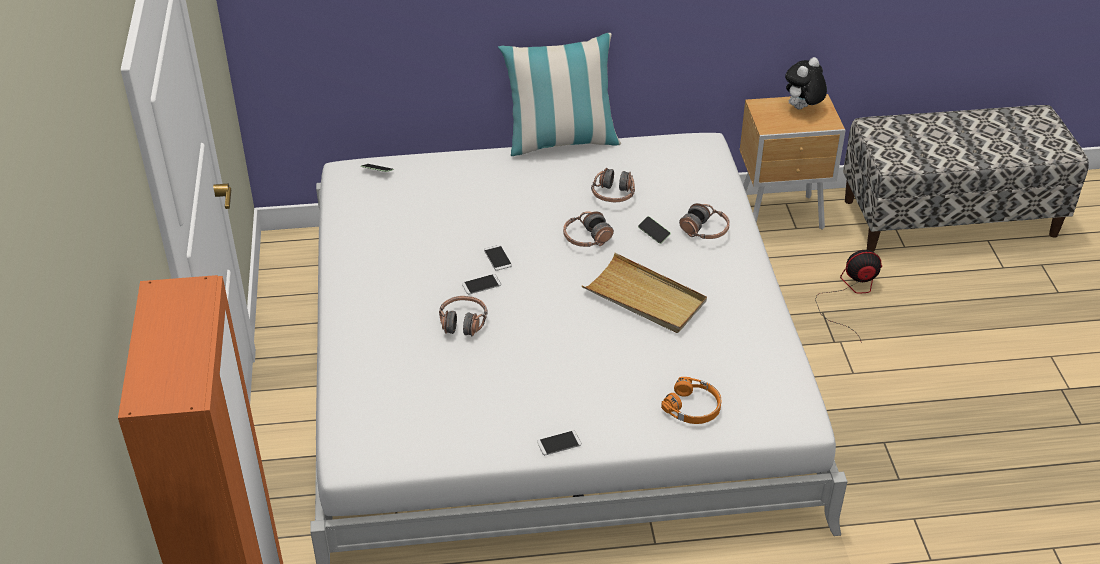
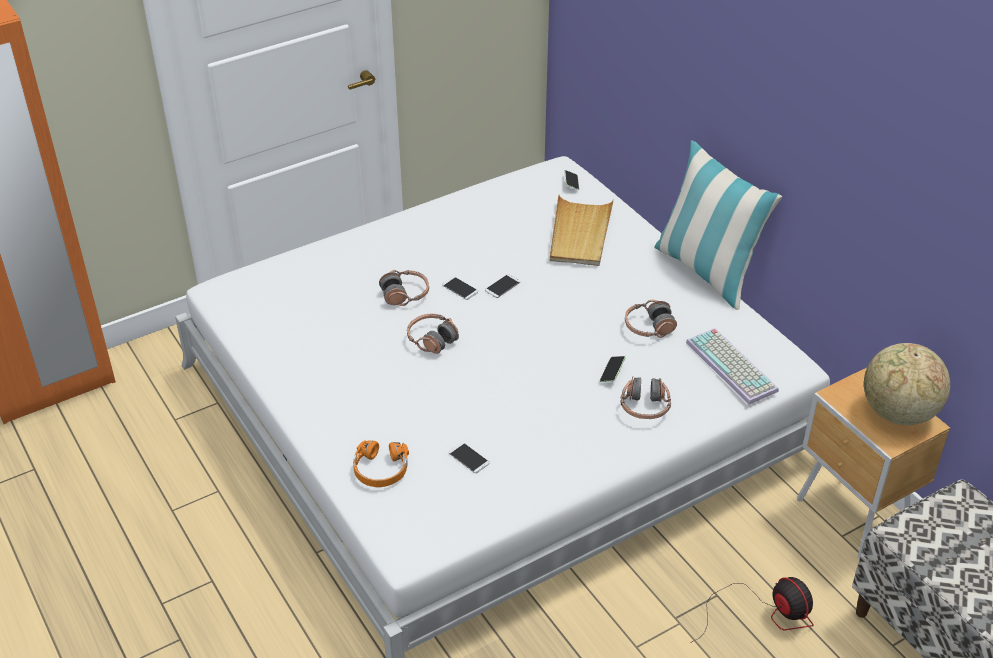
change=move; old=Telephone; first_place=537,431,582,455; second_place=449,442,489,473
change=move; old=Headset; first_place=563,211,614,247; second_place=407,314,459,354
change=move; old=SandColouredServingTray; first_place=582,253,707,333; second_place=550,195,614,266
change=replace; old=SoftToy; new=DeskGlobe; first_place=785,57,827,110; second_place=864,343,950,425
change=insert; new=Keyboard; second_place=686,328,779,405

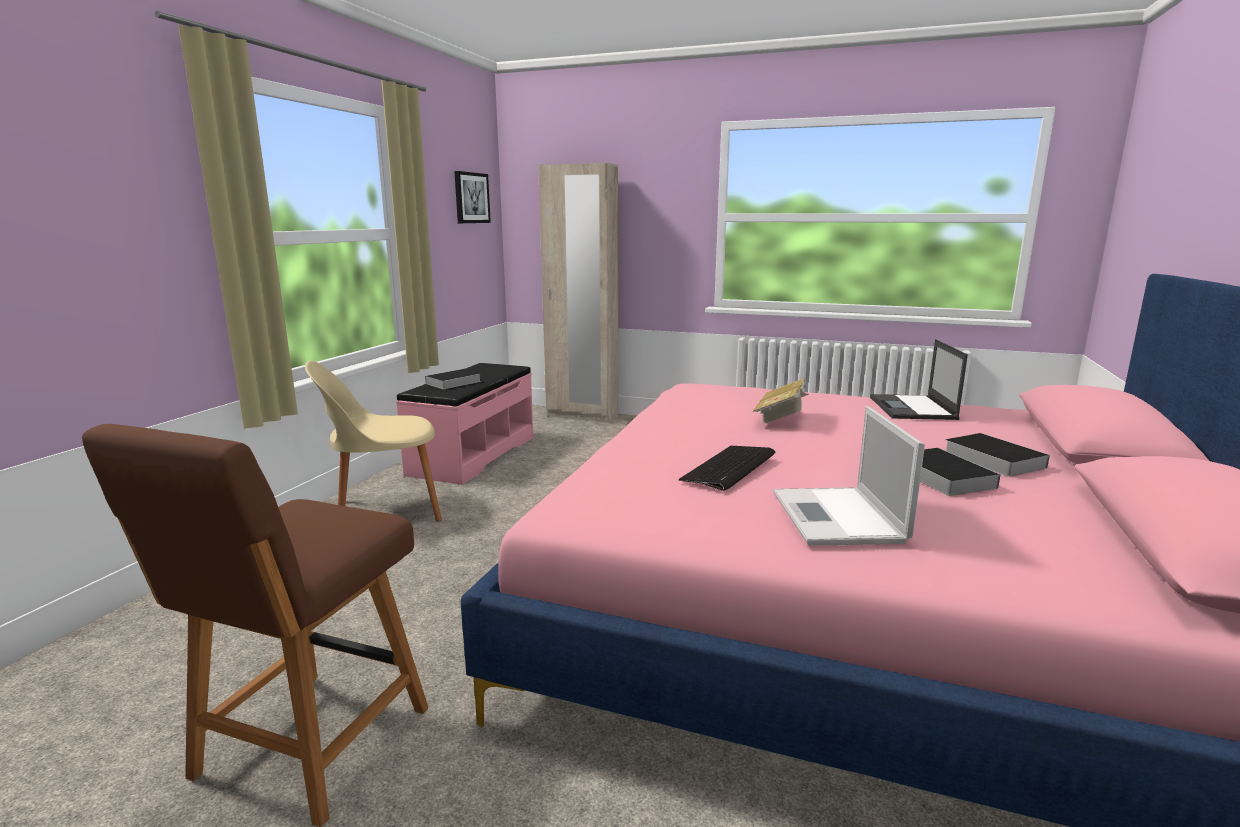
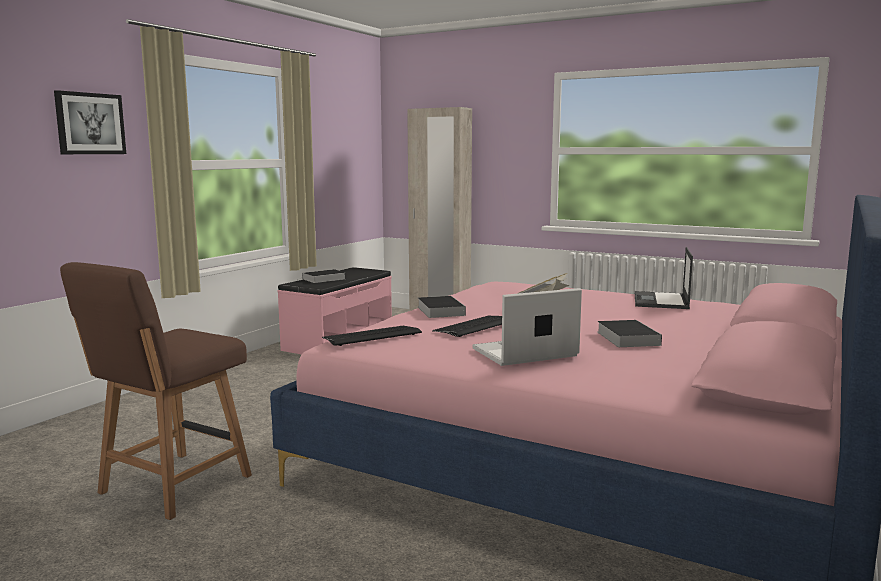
change=delete; old=SandColouredPlainChair; first_place=305,361,442,521
change=move; old=Picture; first_place=454,171,491,223; second_place=54,90,126,154
change=rotate; old=Laptop; first_place=773,406,925,546; second_place=472,288,582,366; degrees=60
change=move; old=BoundBook; first_place=945,433,1050,477; second_place=418,296,466,318
change=insert; new=Keyboard; second_place=322,326,422,346

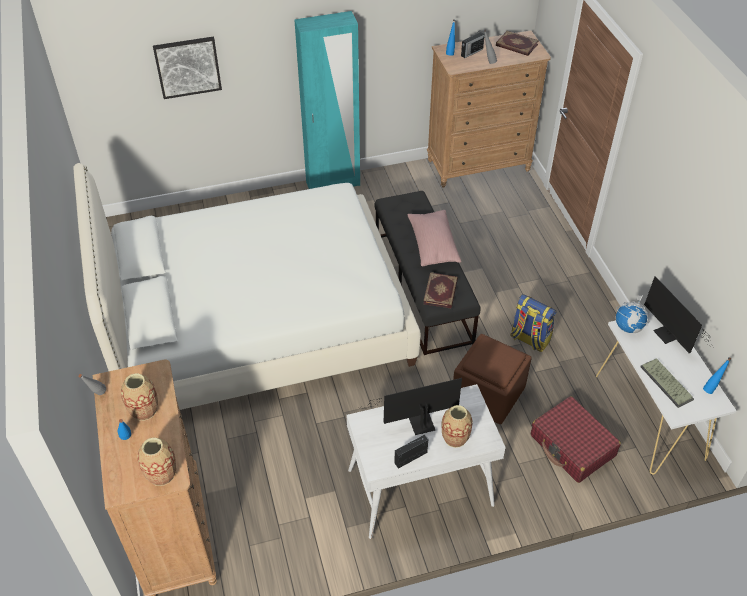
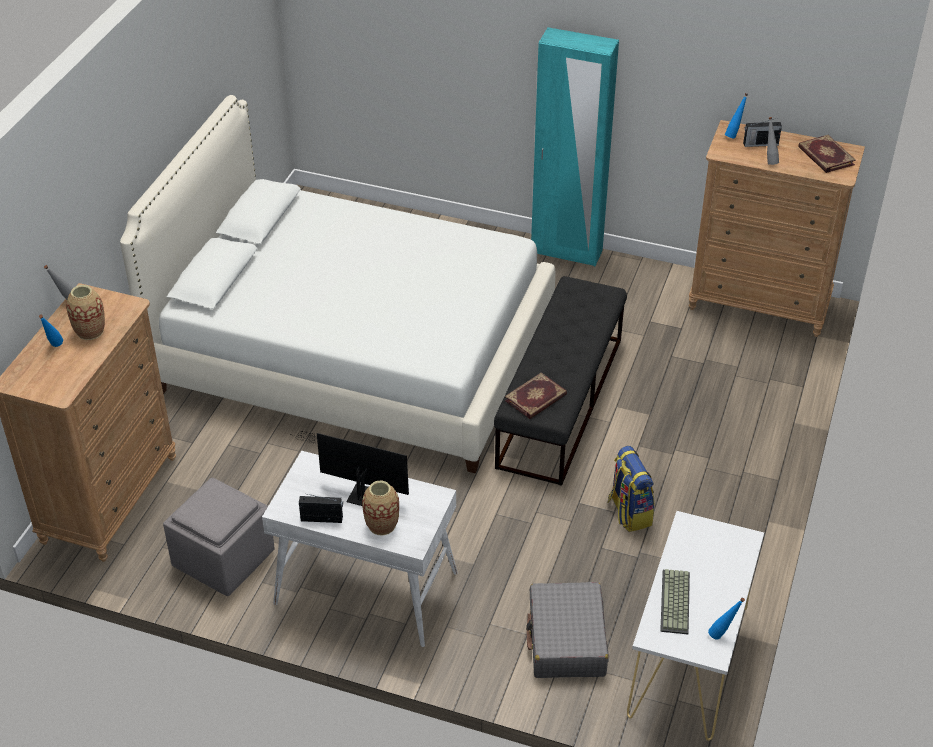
change=delete; old=FlowerVase; first_place=137,438,176,486
change=delete; old=Picture; first_place=153,36,222,99
change=delete; old=PinkCushion; first_place=407,210,461,266
change=delete; old=BrownFootrest; first_place=453,334,532,424
change=recolor; old=ReddishTravelCase; new=GrayTravelCase; first_place=531,396,621,483; second_place=526,582,609,678
change=delete; old=DeskGlobe; first_place=616,295,649,333
change=delete; old=ComputerDisplay; first_place=644,276,715,353
change=insert; new=GrayFootrest; second_place=163,478,275,596

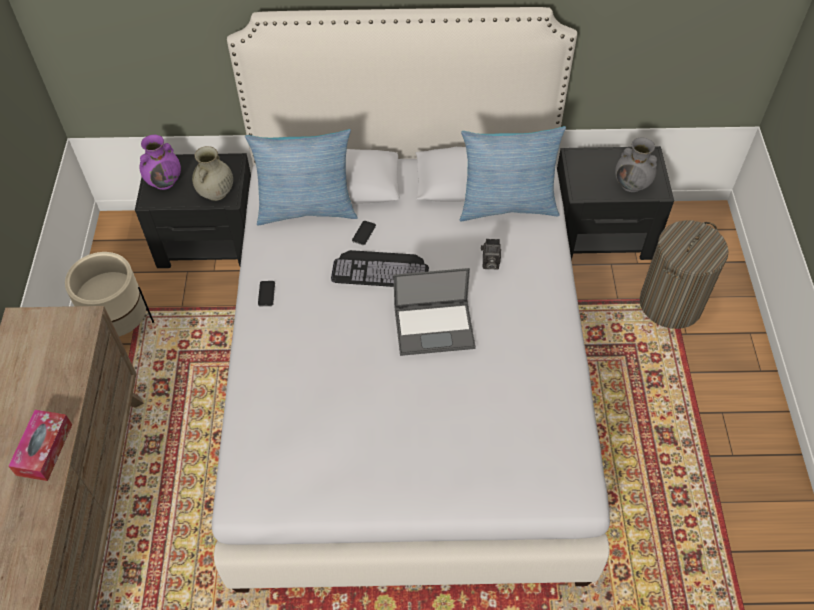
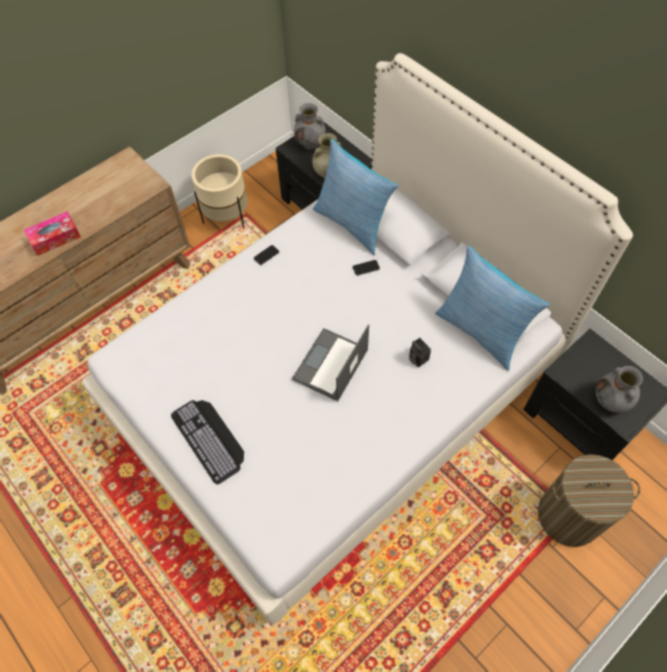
change=recolor; old=PurplishFlowerVase; new=GrayFlowerVase; first_place=140,135,181,190; second_place=294,103,326,149
change=move; old=Keyboard; first_place=331,250,429,287; second_place=171,400,244,484
change=rotate; old=Laptop; first_place=393,268,476,356; second_place=292,324,369,401; degrees=75

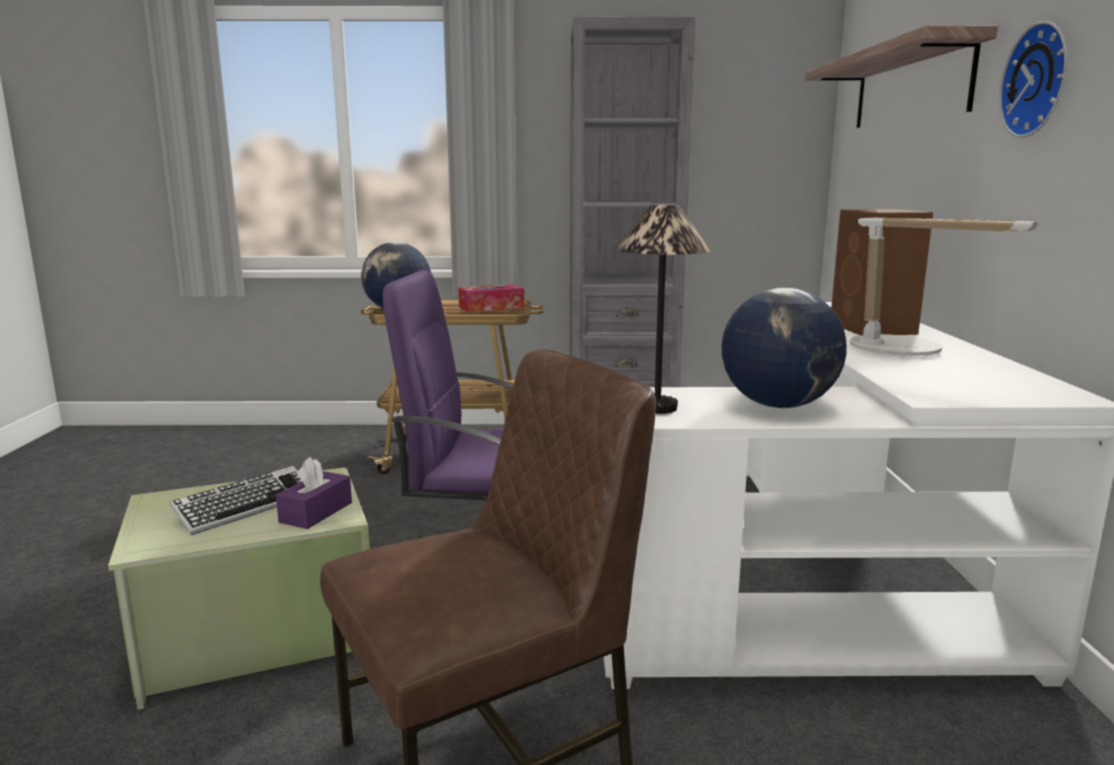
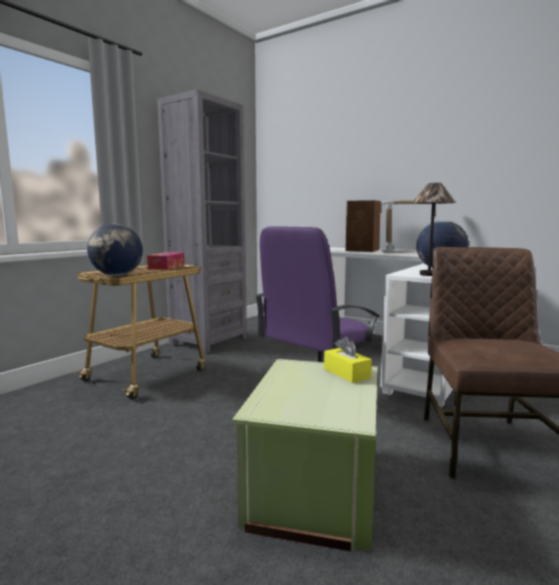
change=delete; old=Keyboard; first_place=170,466,302,535
change=recolor; old=PurplishTissueBox; new=YellowishTissueBox; first_place=276,457,352,529; second_place=324,337,372,383
change=delete; old=Shelf; first_place=805,25,998,128
change=delete; old=WallClock; first_place=999,21,1068,138

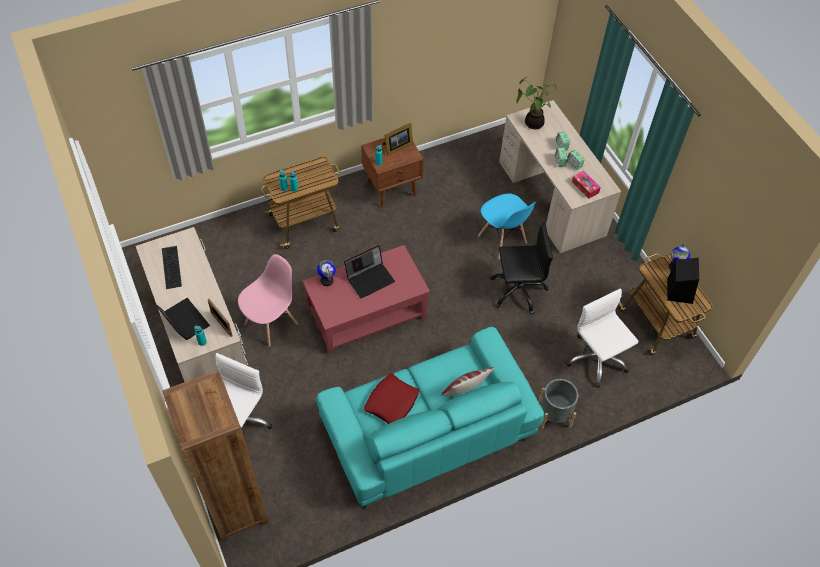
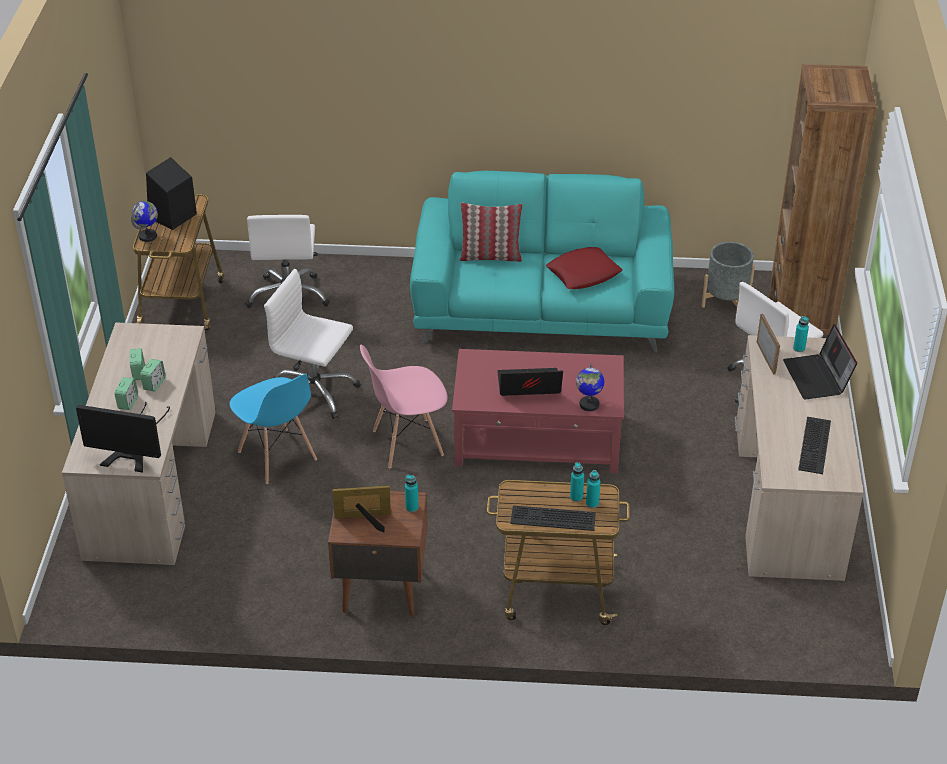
change=move; old=PinkPlainChair; first_place=238,254,298,347; second_place=360,345,448,469
change=rotate; old=BlueColouredPlainChair; first_place=478,194,537,259; second_place=229,374,317,484; degrees=150
change=recolor; old=BlackOfficeChair; new=WhiteColouredOfficeChair; first_place=490,223,553,315; second_place=264,269,361,419
change=replace; old=PottedPlant; new=ComputerDisplay; first_place=516,77,558,129; second_place=76,402,170,473
change=move; old=GrayPlanter; first_place=538,379,578,429; second_place=702,242,755,312
change=delete; old=TissueBox; first_place=572,171,601,199
change=insert; new=Keyboard; second_place=510,505,596,531

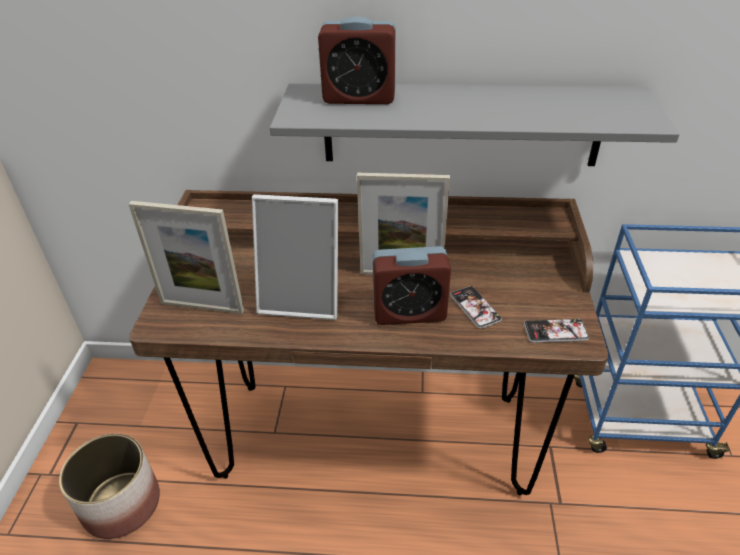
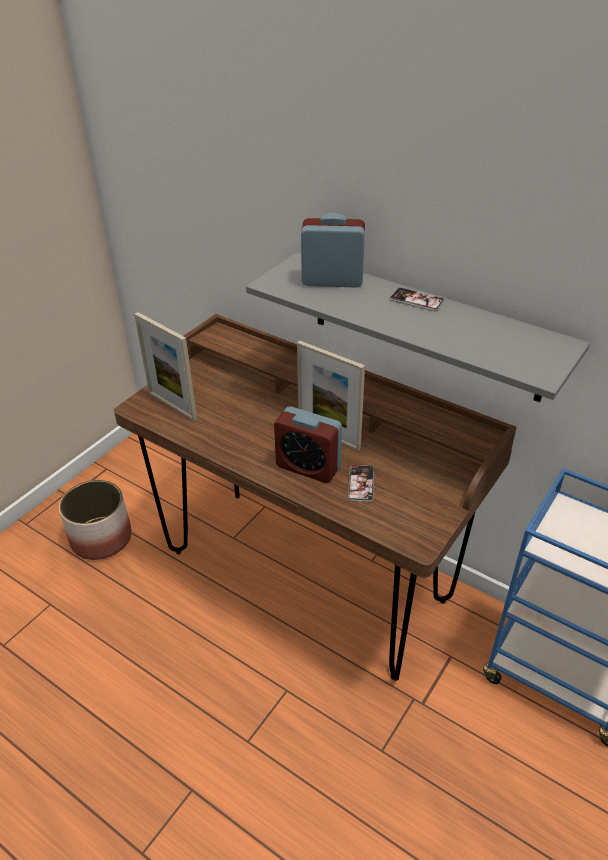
change=delete; old=StandingFrame; first_place=252,194,338,320
change=rotate; old=AlarmClock; first_place=318,16,396,104; second_place=301,213,365,288; degrees=150
change=move; old=Telephone; first_place=524,318,589,343; second_place=390,287,444,311

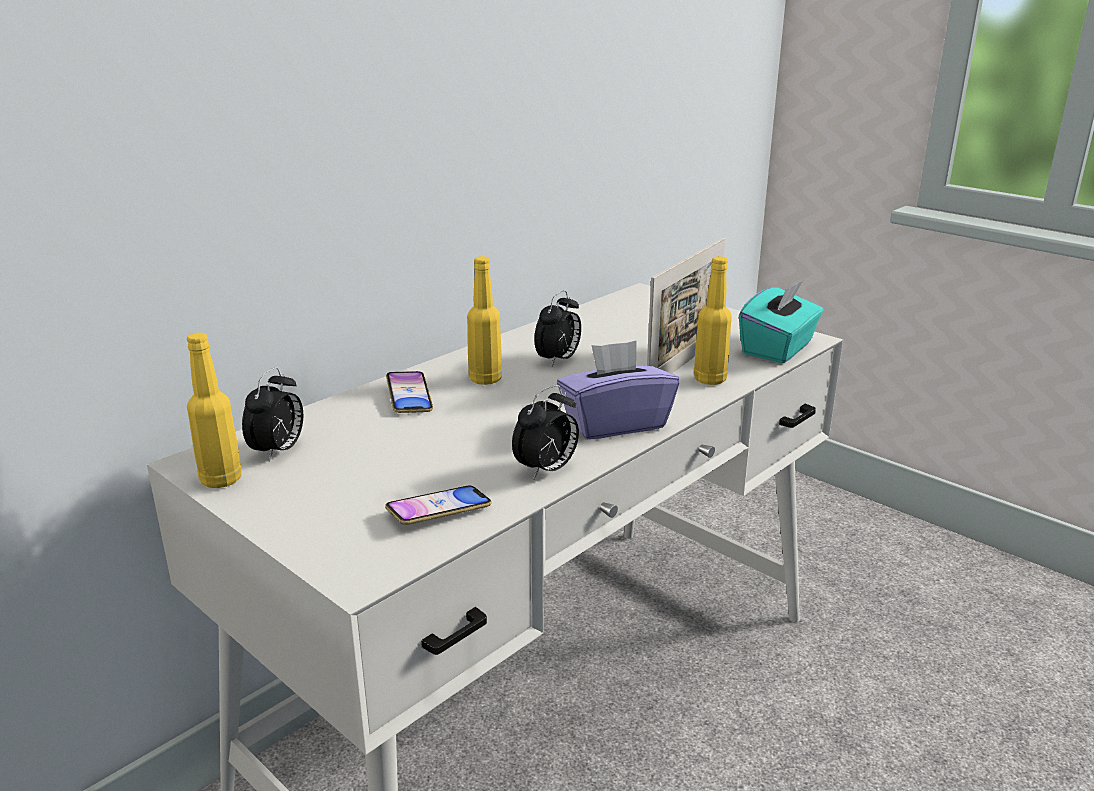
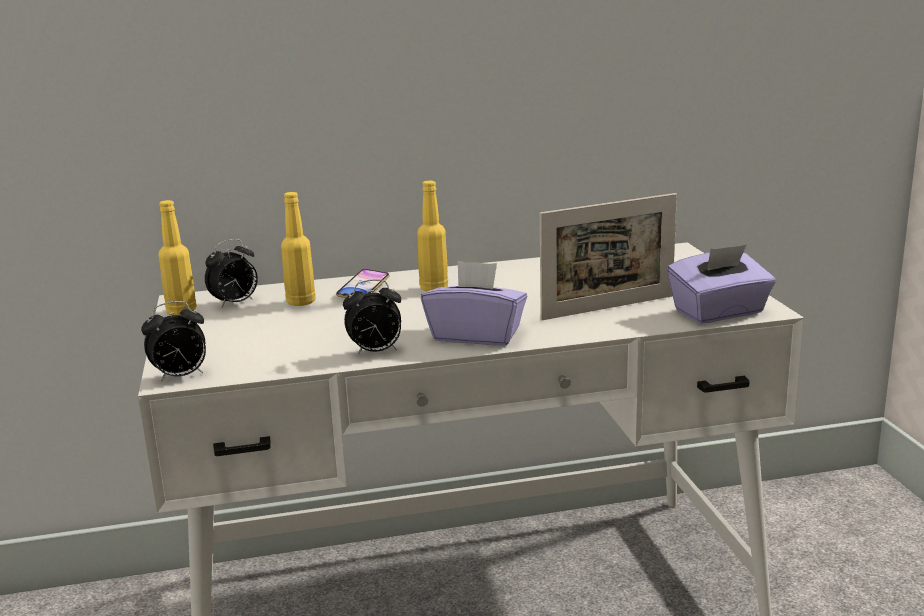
change=delete; old=Telephone; first_place=385,486,492,525
change=move; old=AlarmClock; first_place=534,290,581,366; second_place=141,301,206,382
change=move; old=YellowishBeverageBottle; first_place=693,256,732,385; second_place=281,192,316,306
change=recolor; old=BlueGreenTissueBox; new=PurplishTissueBox; first_place=739,280,823,363; second_place=667,245,776,324

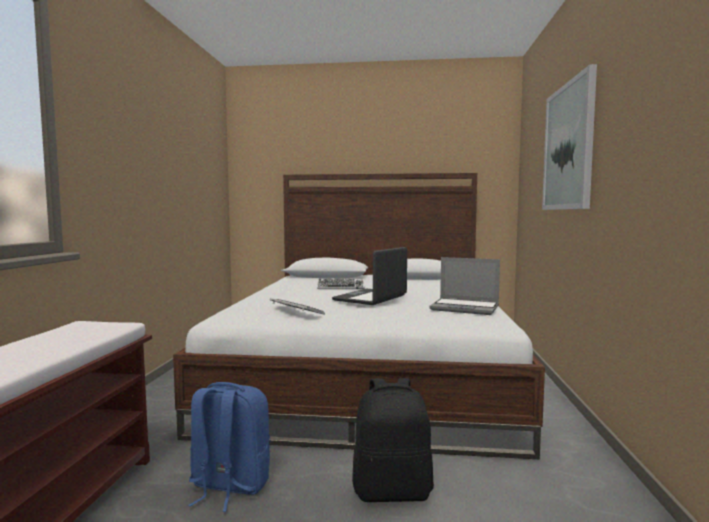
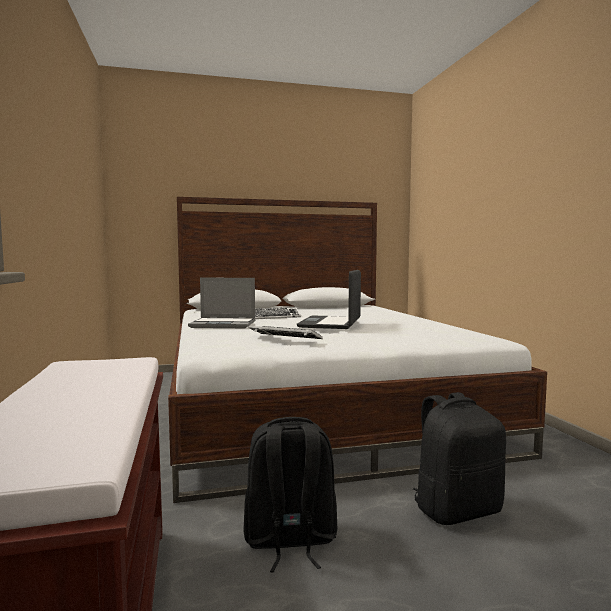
change=recolor; old=BlueColouredBackpack; new=BlackBackpack; first_place=188,382,270,512; second_place=243,417,337,573
change=move; old=Laptop; first_place=430,257,500,315; second_place=188,278,255,328
change=delete; old=Picture; first_place=542,64,597,210

